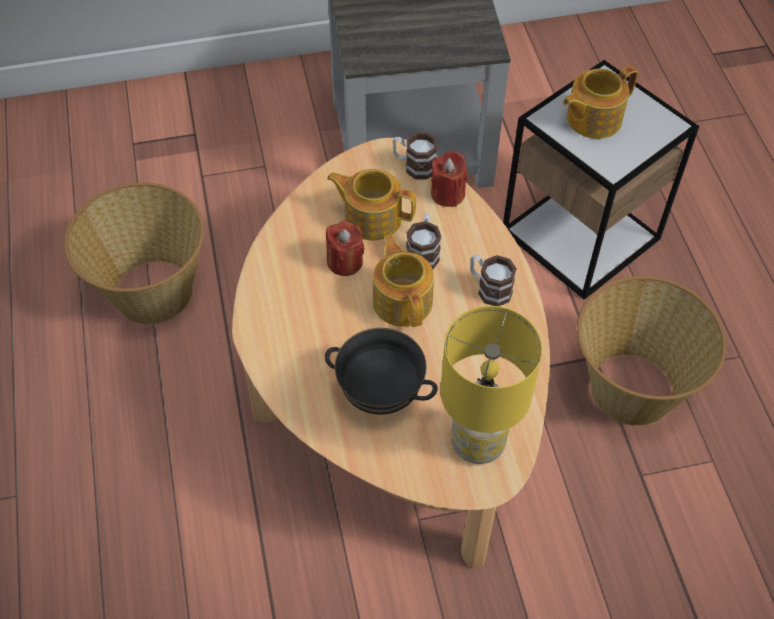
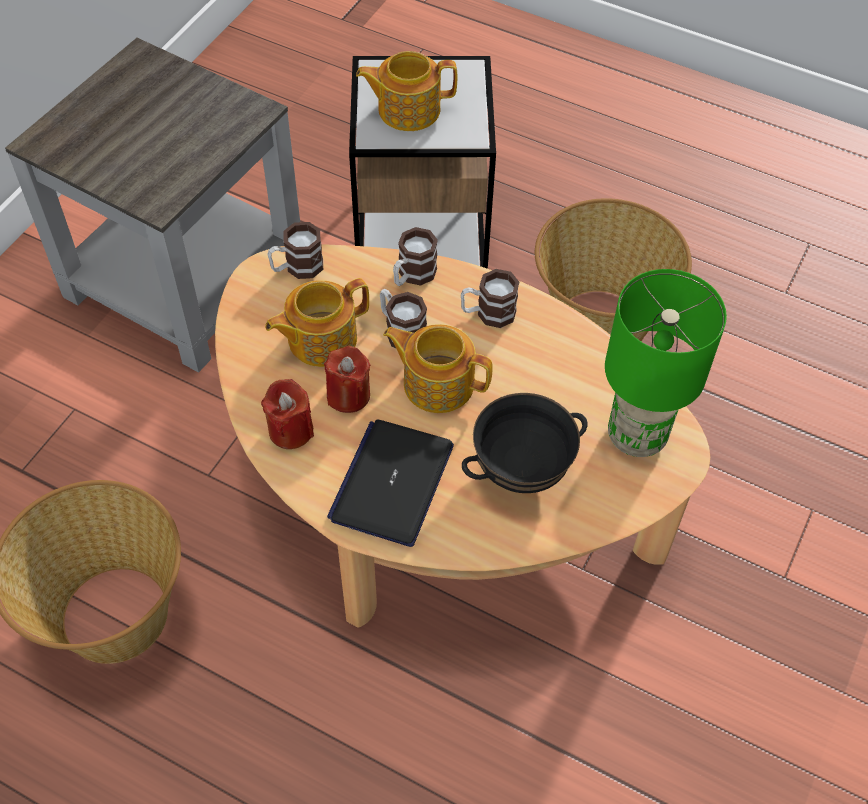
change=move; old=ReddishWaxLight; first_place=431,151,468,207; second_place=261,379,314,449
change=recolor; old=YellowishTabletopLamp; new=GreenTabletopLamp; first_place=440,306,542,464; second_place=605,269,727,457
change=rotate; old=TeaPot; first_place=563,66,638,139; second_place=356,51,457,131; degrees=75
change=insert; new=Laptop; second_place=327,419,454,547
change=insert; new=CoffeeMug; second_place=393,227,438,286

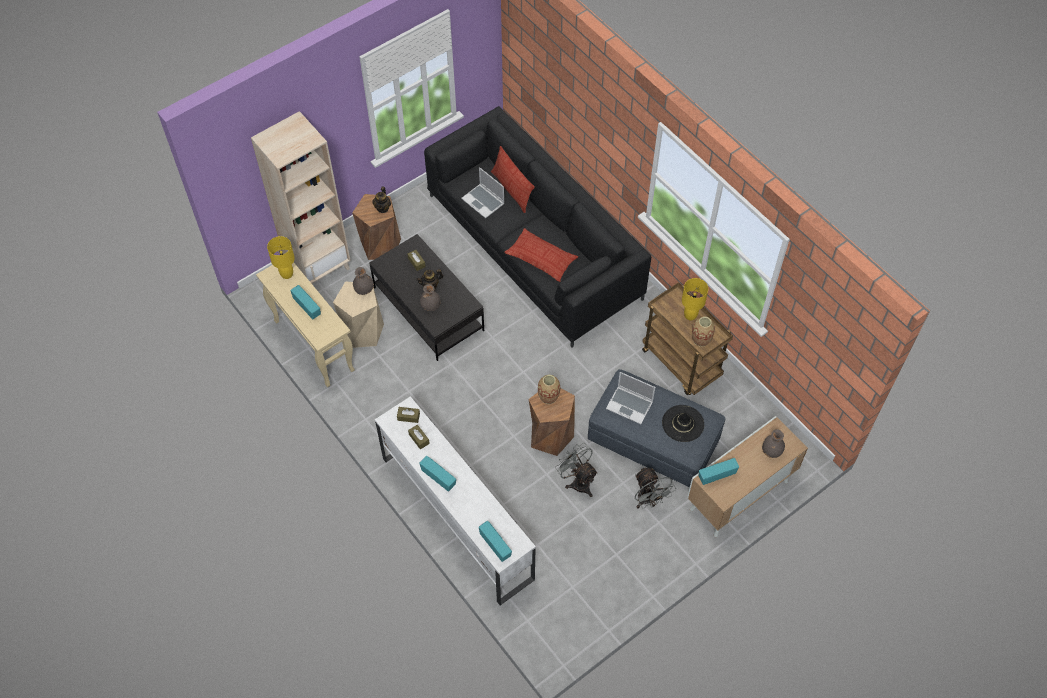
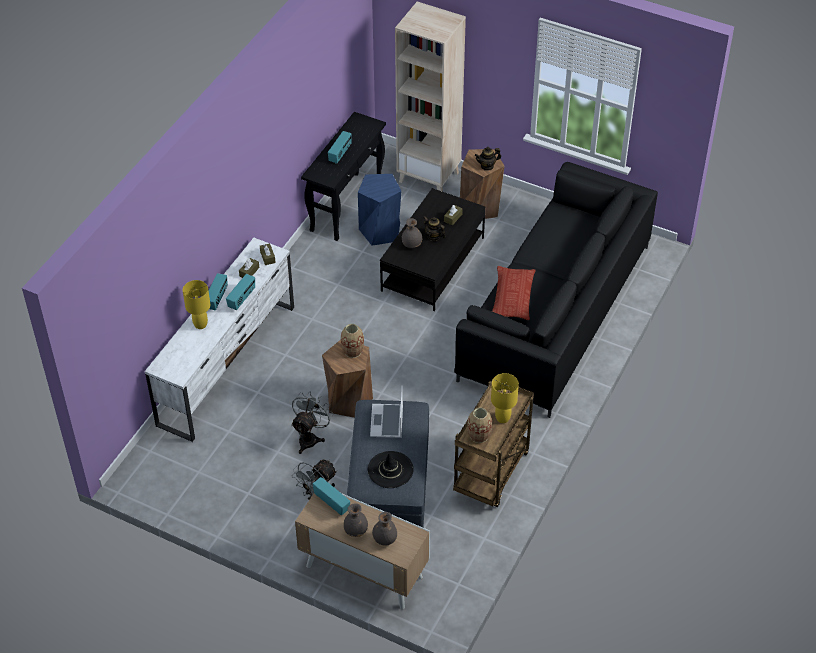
change=recolor; old=SandColouredHallTable; new=BlackHallTable; first_place=256,262,355,387; second_place=301,112,386,241
change=move; old=YellowishTabletopLamp; first_place=267,236,295,279; second_place=183,280,210,329
change=recolor; old=SandColouredStool; new=BlueColouredStool; first_place=333,282,384,348; second_place=358,174,401,246
change=move; old=GrayFlowerVase; first_place=353,267,374,295; second_place=344,503,368,537
change=delete; old=Laptop; first_place=461,167,505,219
change=move; old=Radio; first_place=479,521,512,562; second_place=226,274,255,310
change=delete; old=Cushion; first_place=491,146,535,213

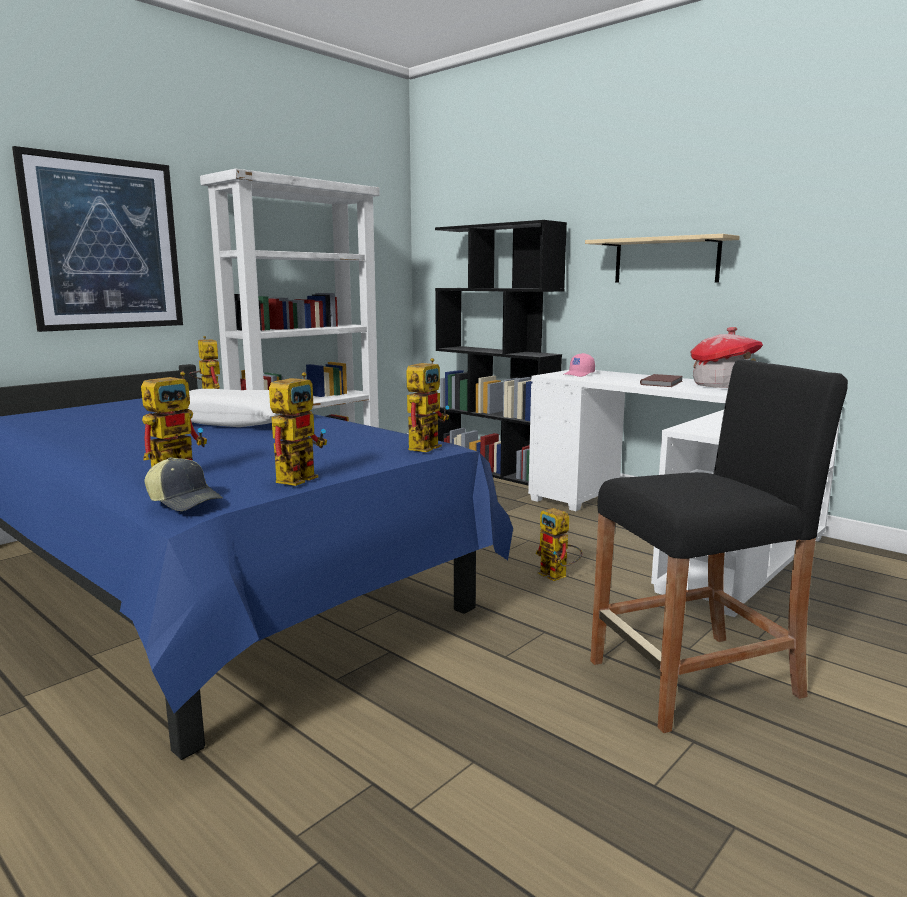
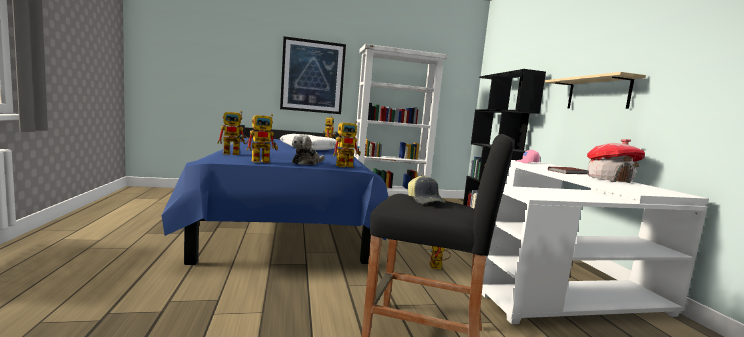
change=move; old=PeakedCap; first_place=144,457,223,511; second_place=408,175,445,204
change=insert; new=SoftToy; second_place=292,134,325,165

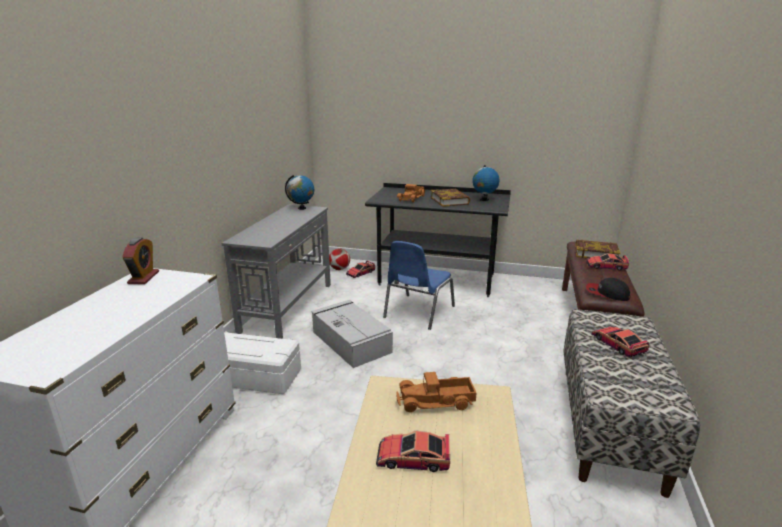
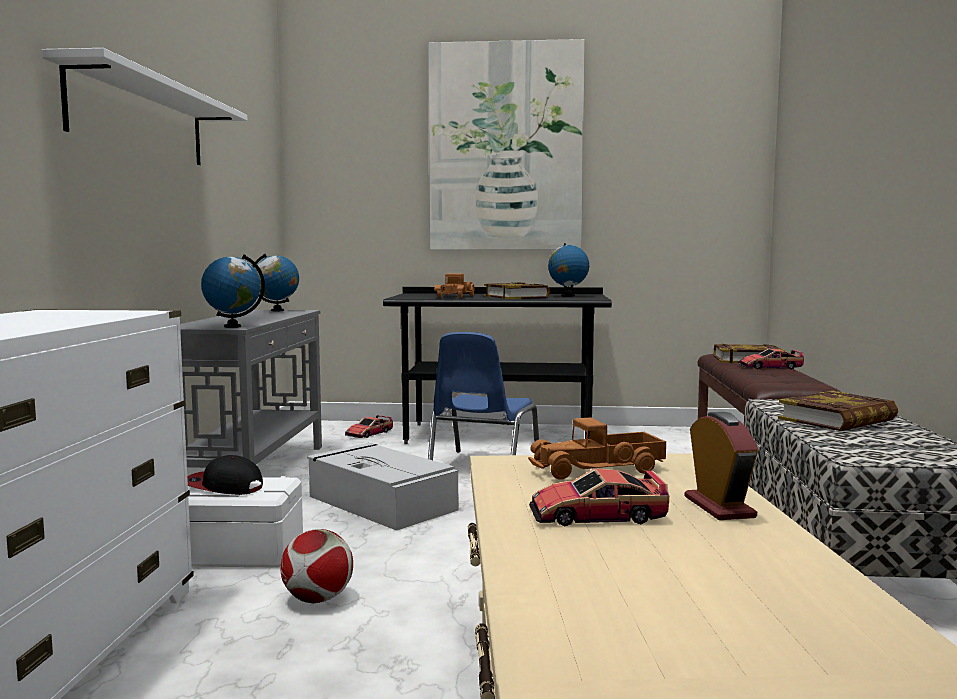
change=move; old=AlarmClock; first_place=122,237,159,284; second_place=685,412,758,520
change=move; old=BallForFootball; first_place=329,249,350,270; second_place=281,529,353,603
change=move; old=PeakedCap; first_place=586,278,630,301; second_place=187,455,263,495
change=replace; old=ToyCar; new=BoundBook; first_place=591,327,649,357; second_place=778,391,898,431
change=insert; new=WhiteColouredShelf; second_place=42,48,247,165
change=insert; new=DeskGlobe; second_place=201,254,265,328
change=insert; new=Picture; second_place=428,39,585,250

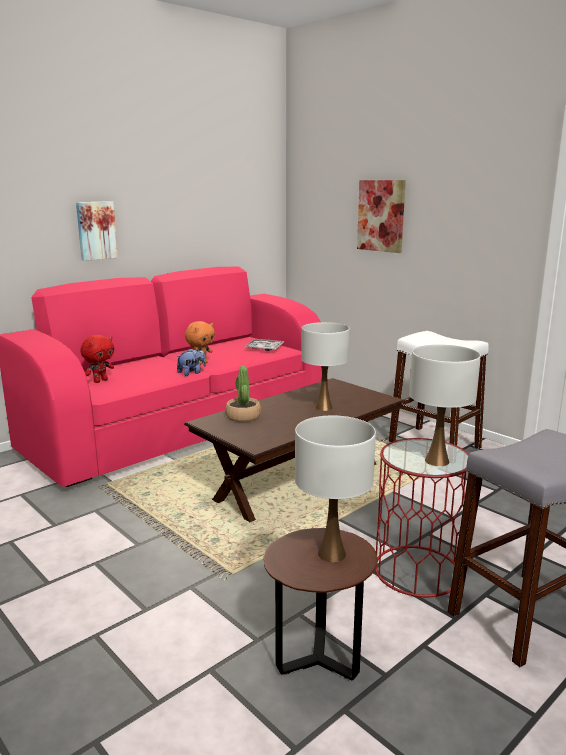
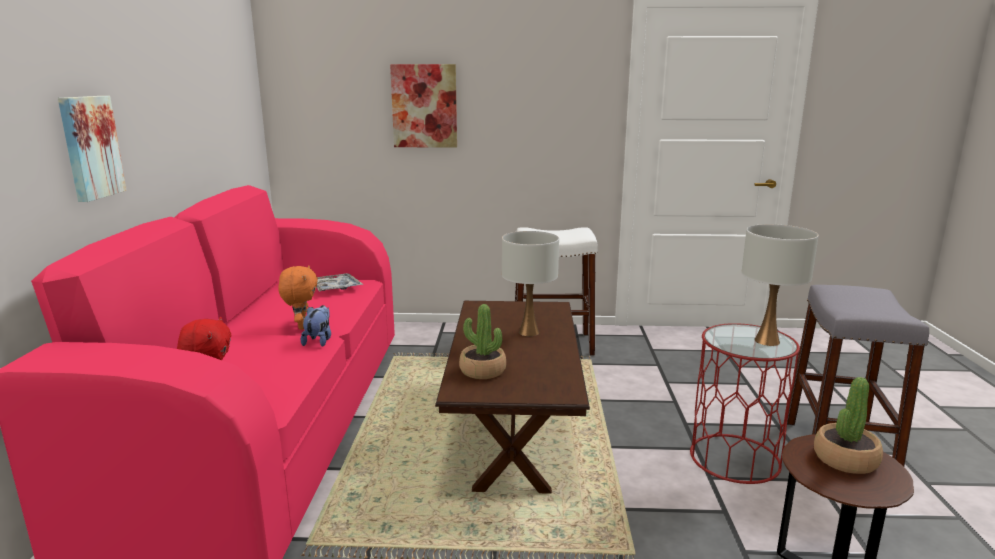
change=replace; old=WhiteColouredTabletopLamp; new=PottedPlant; first_place=295,416,376,562; second_place=814,377,883,474

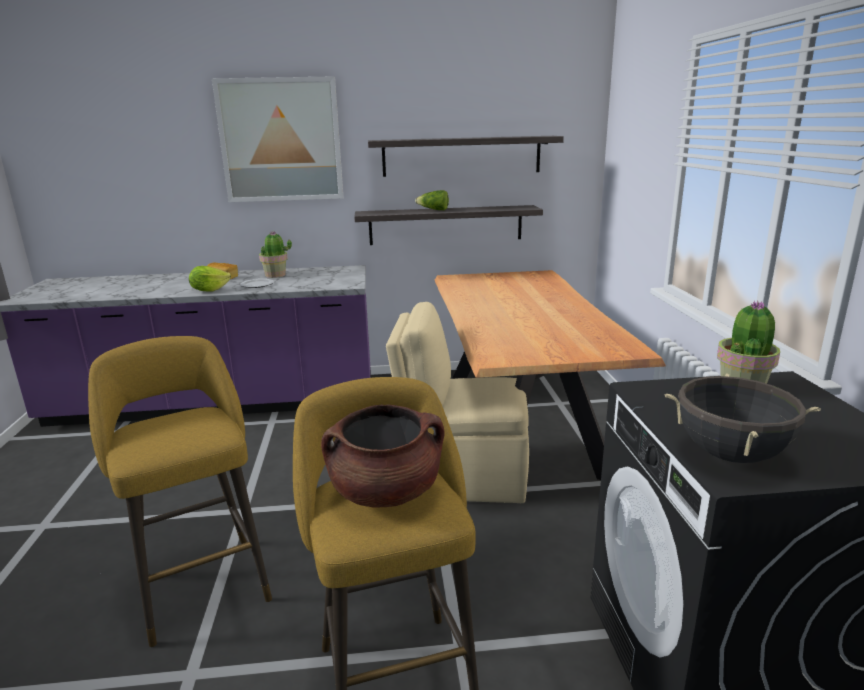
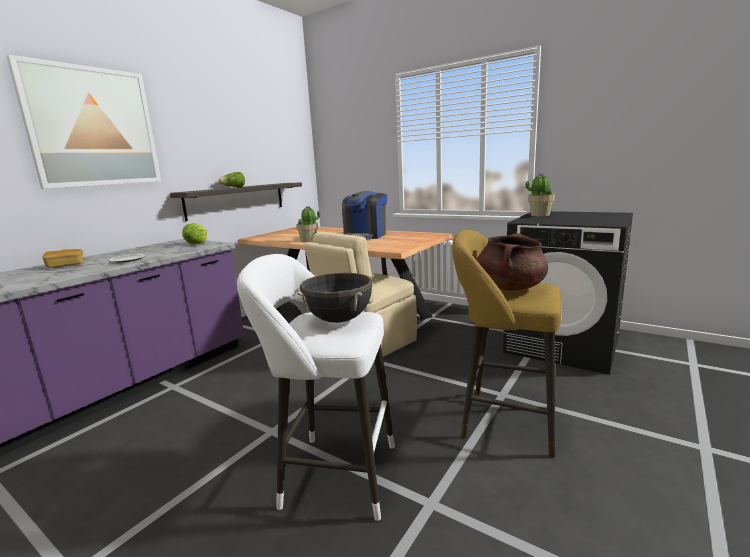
change=recolor; old=YellowishStool; new=WhiteColouredStool; first_place=88,336,272,647; second_place=237,254,395,521
change=move; old=HeadOfLettuce; first_place=189,266,231,292; second_place=182,223,207,244
change=move; old=PottedPlant; first_place=259,231,292,278; second_place=296,206,320,242
change=delete; old=Shelf; first_place=368,136,564,177
change=move; old=BlackCookingPot; first_place=665,374,821,463; second_place=294,273,374,323
change=insert; new=CoffeeMaker; second_place=342,191,387,239

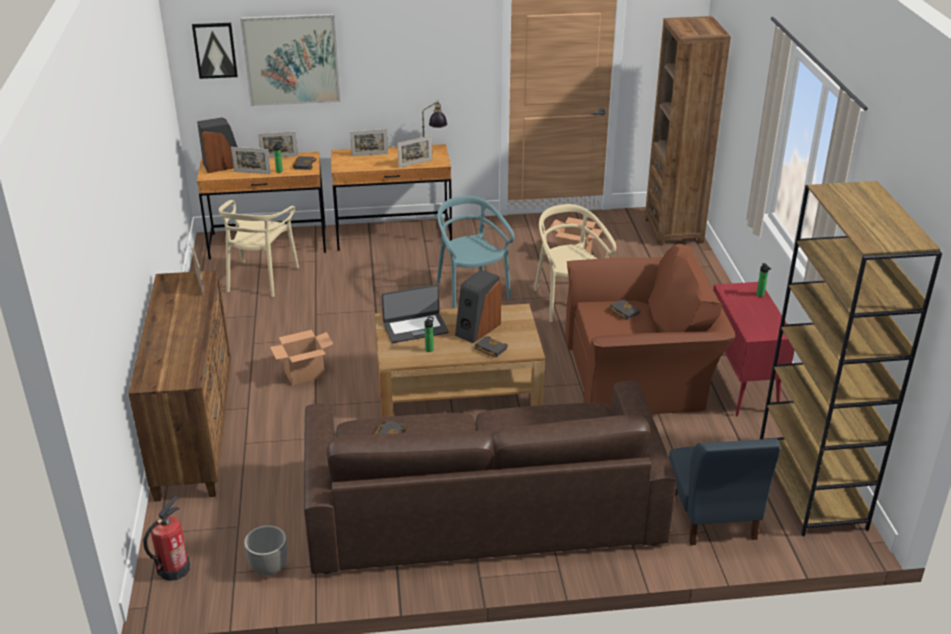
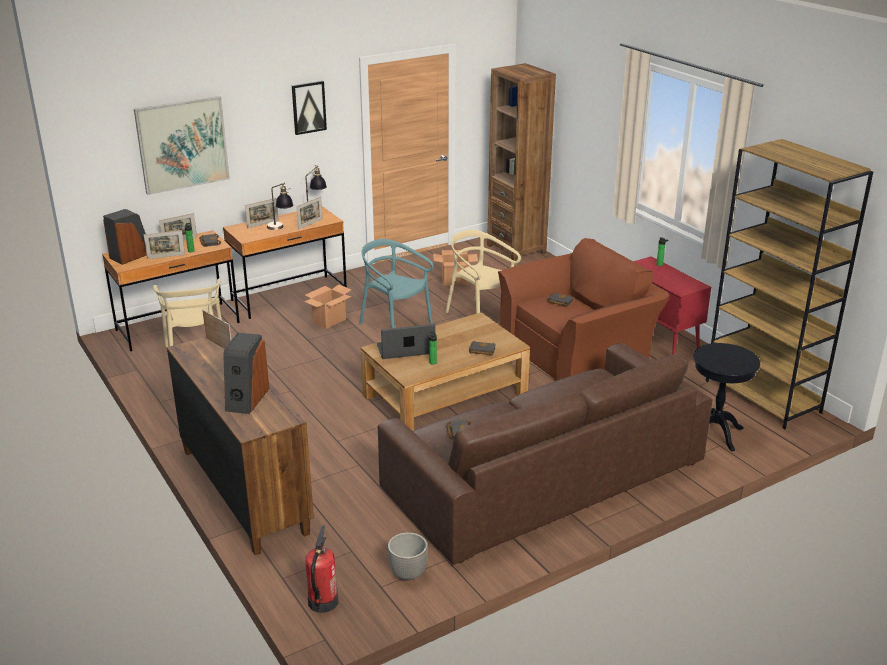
change=move; old=Picture; first_place=192,23,238,79; second_place=292,81,327,135
change=move; old=PackingBox; first_place=270,330,333,385; second_place=304,284,352,329
change=rotate; old=Laptop; first_place=382,284,449,343; second_place=377,324,435,359; degrees=-150
change=move; old=Speaker; first_place=455,270,501,343; second_place=223,332,269,414
change=replace; old=BlueColouredPlainChair; new=BlackSideTable; first_place=669,438,781,545; second_place=693,343,760,451
change=insert; new=TabletopLamp; second_place=267,182,293,230

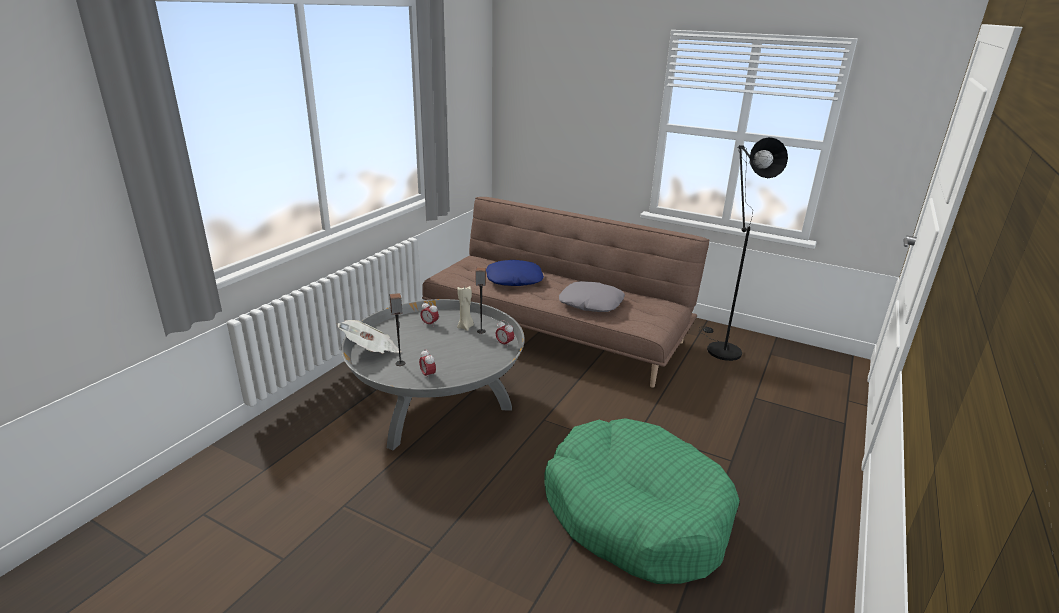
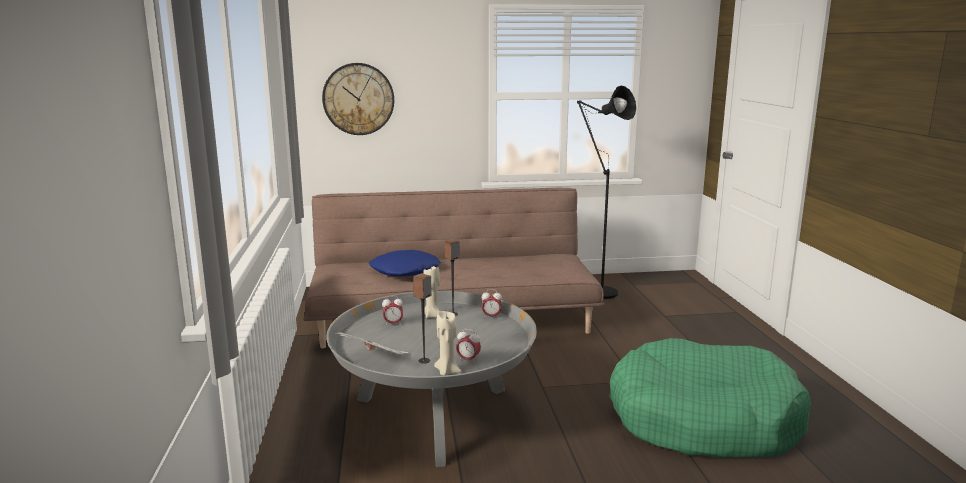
change=delete; old=GrayCushion; first_place=559,281,625,312
change=insert; new=WallClock; second_place=322,63,394,135
change=insert; new=SandColouredWaxLight; second_place=434,311,462,376

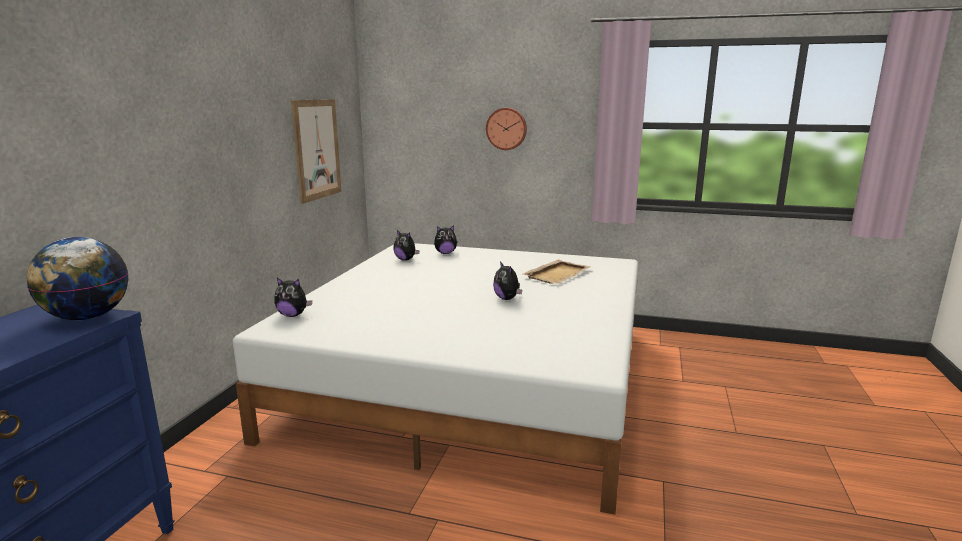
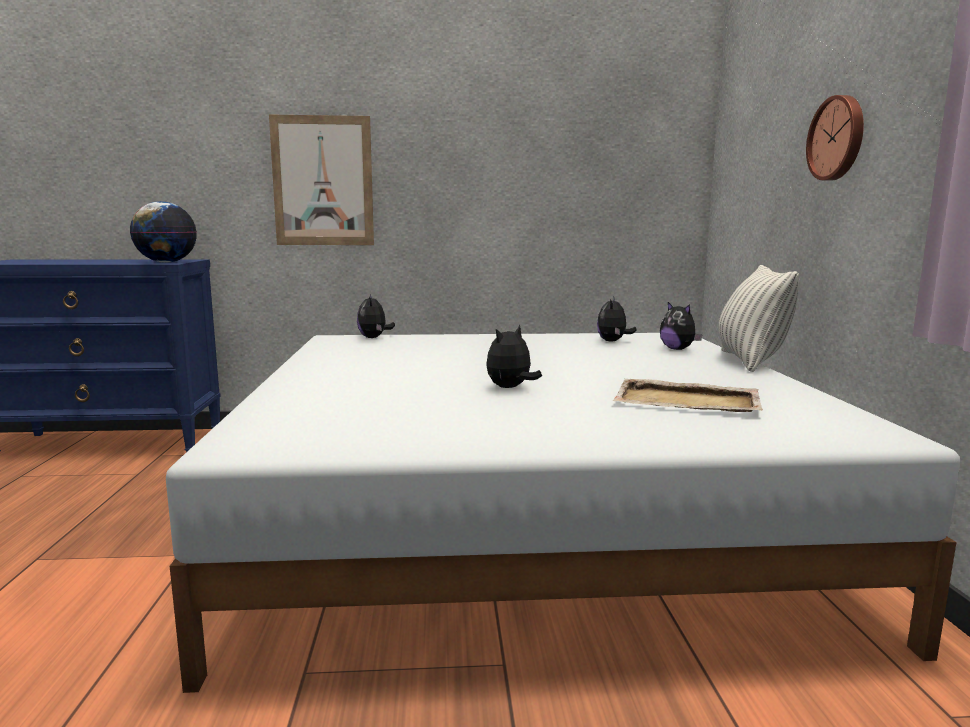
change=move; old=Picture; first_place=291,99,341,204; second_place=269,114,374,245
change=insert; new=Cushion; second_place=718,265,799,372

